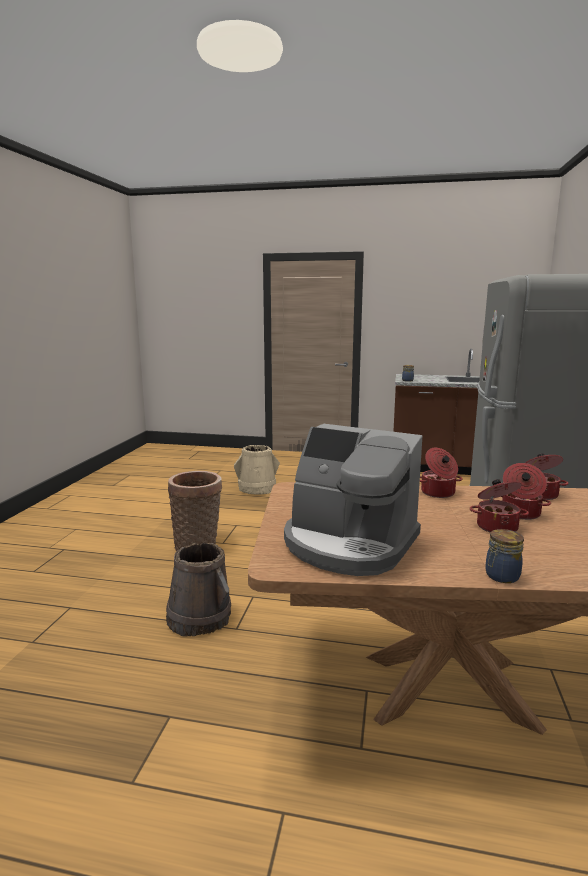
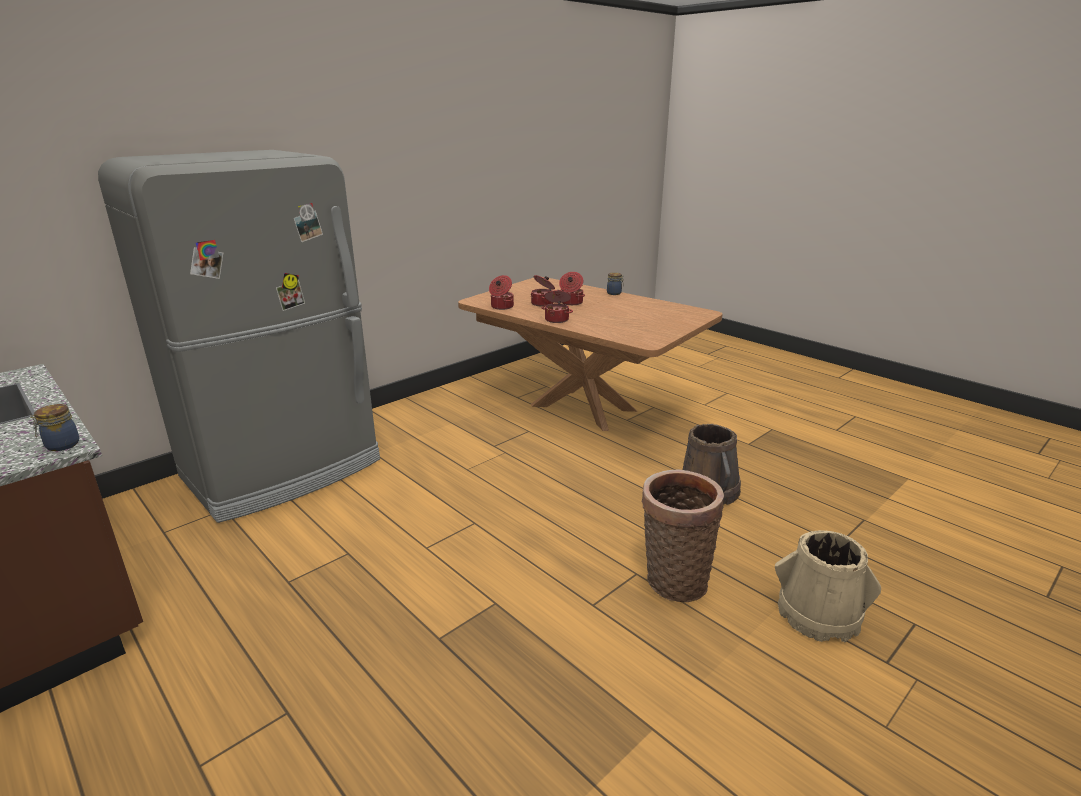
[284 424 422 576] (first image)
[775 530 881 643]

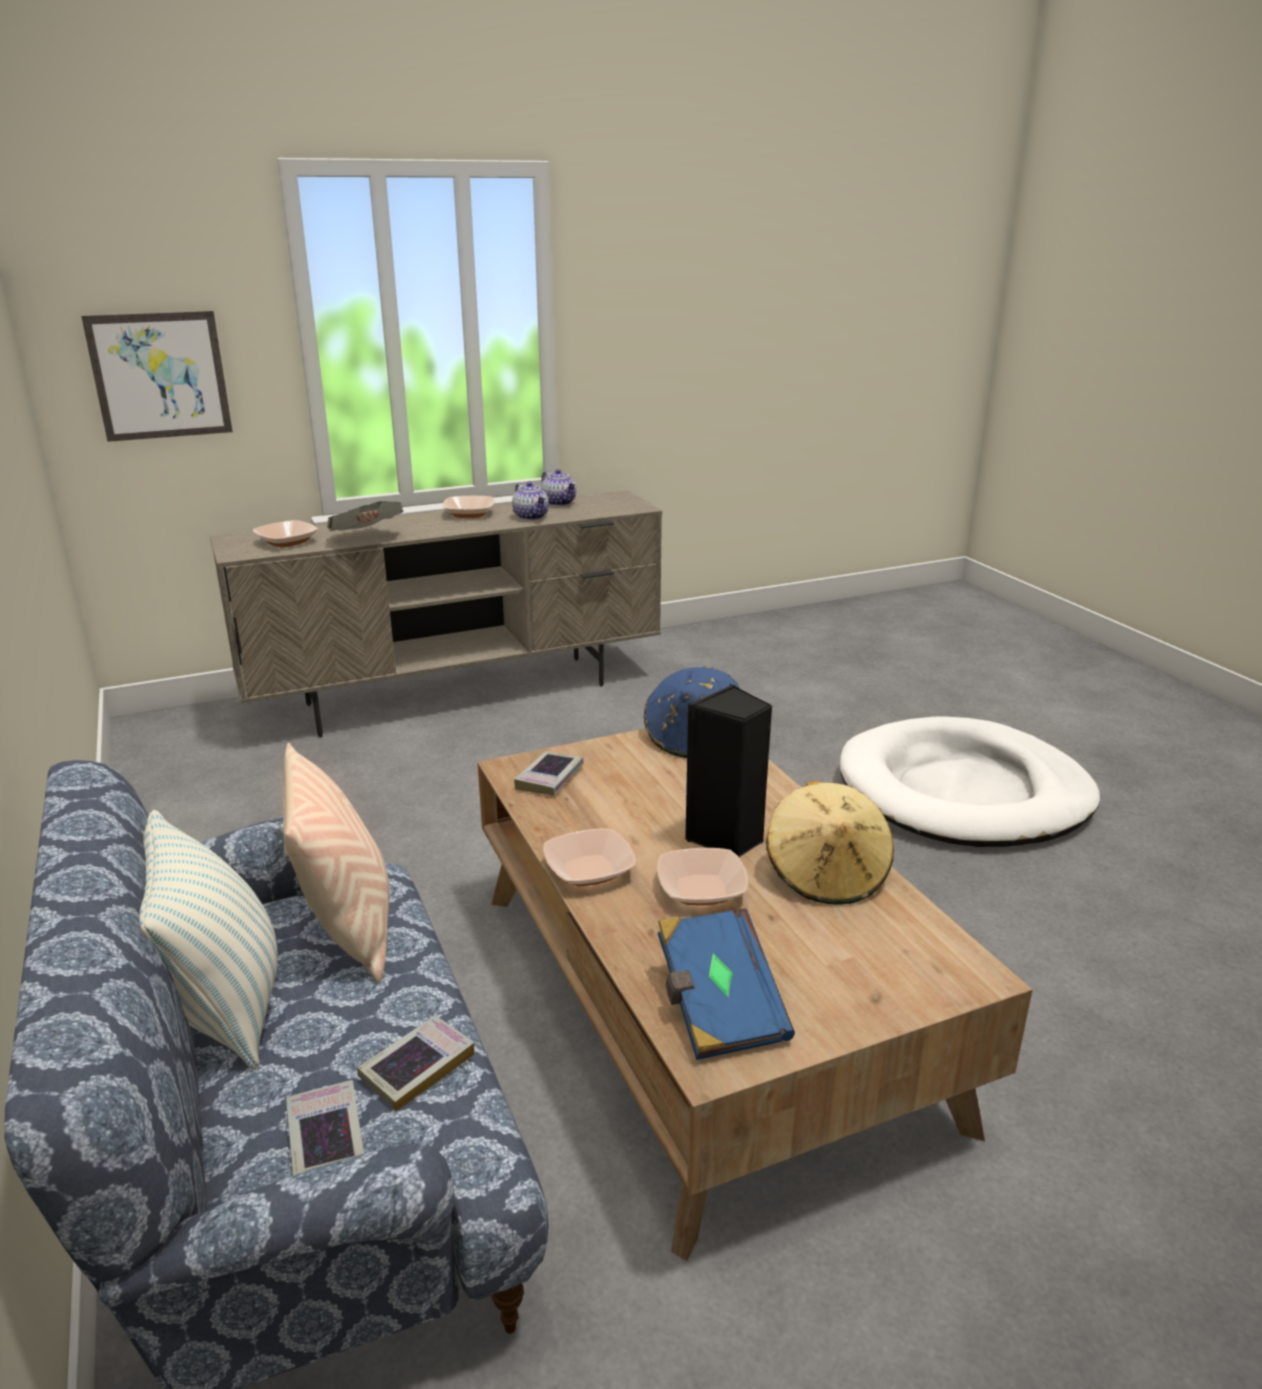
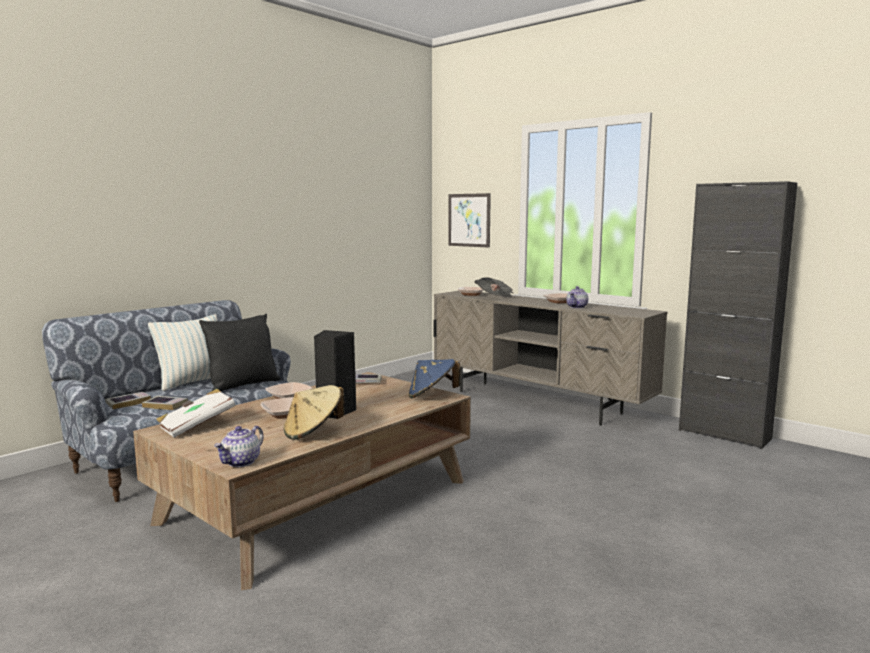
[214 426 264 467]
[840 716 1100 847] (first image)
[199 314 280 391]
[156 389 236 438]
[679 181 797 449]

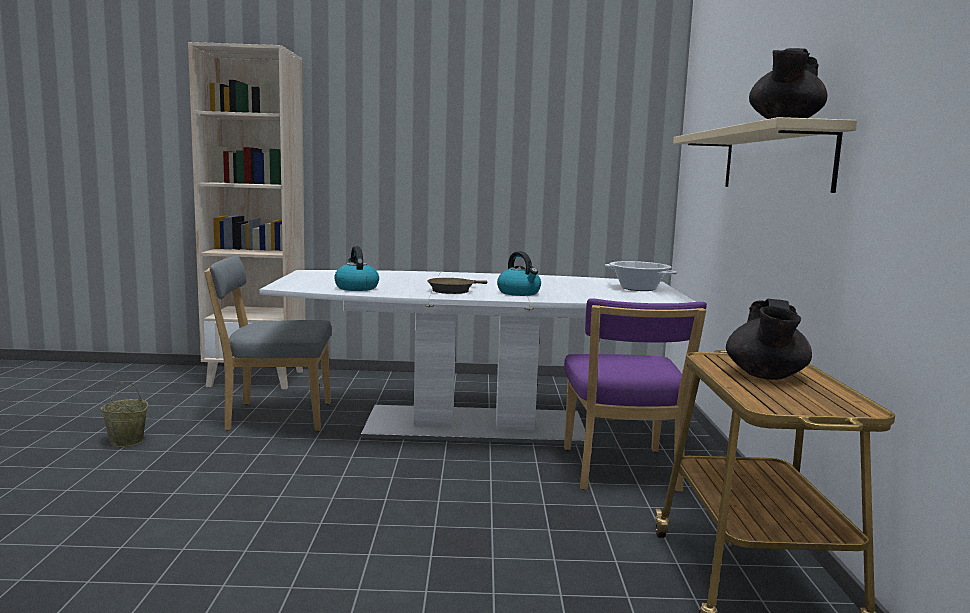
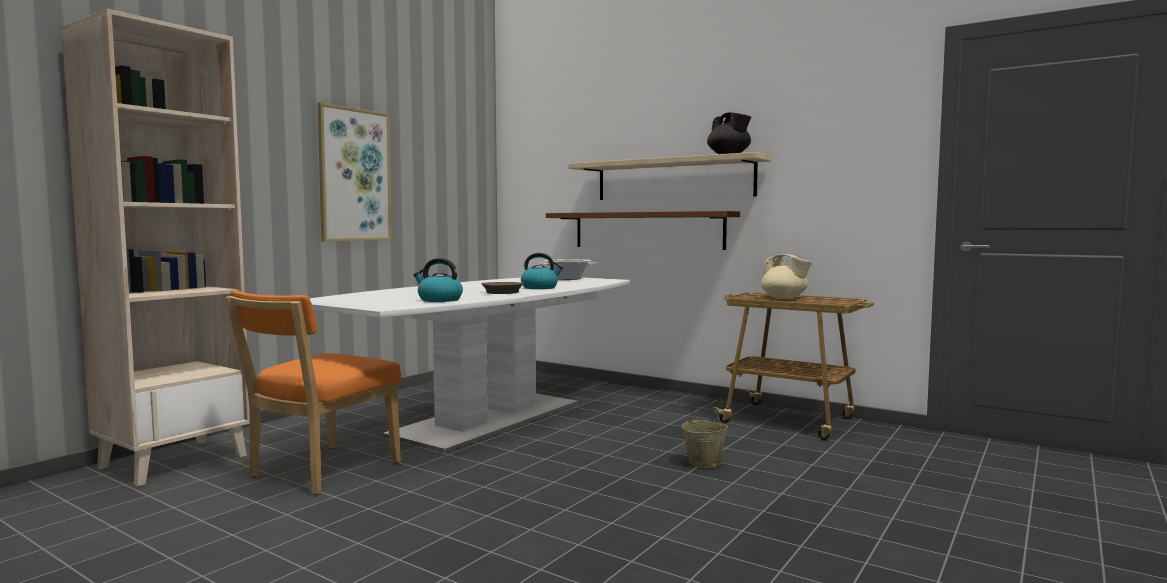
[225 290 402 495]
[564 298 707 492] (first image)
[761 254 812 299]
[682 400 728 468]
[317 103 392 242]
[546 211 740 250]

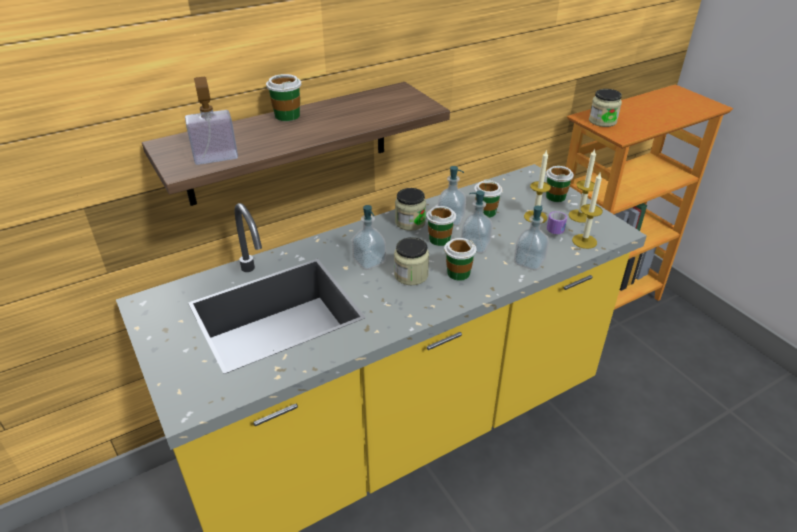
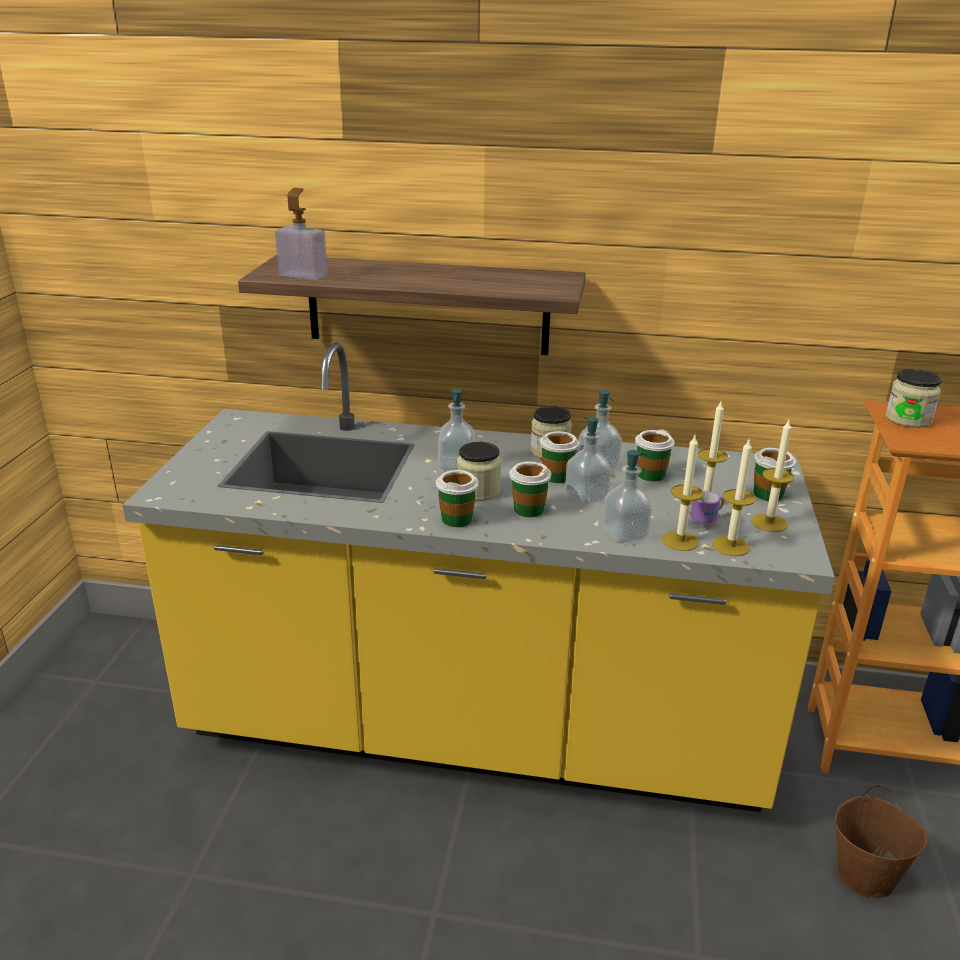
[436 470 479 527]
[662 435 703 551]
[835 785 927 898]

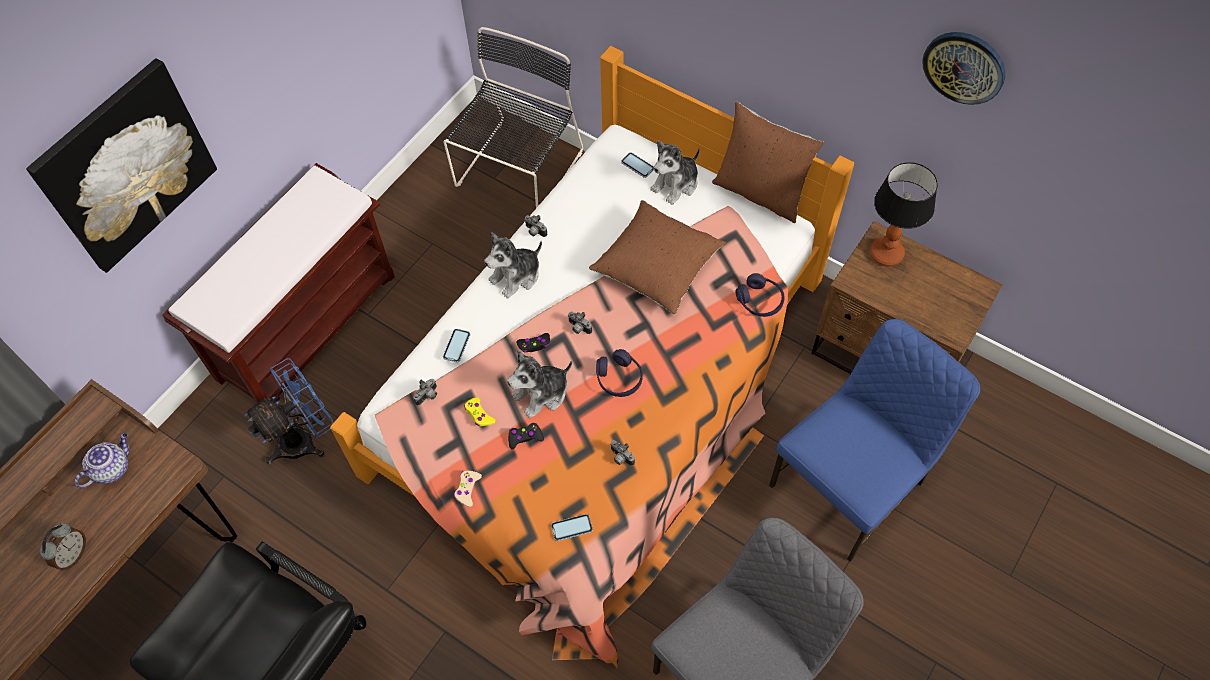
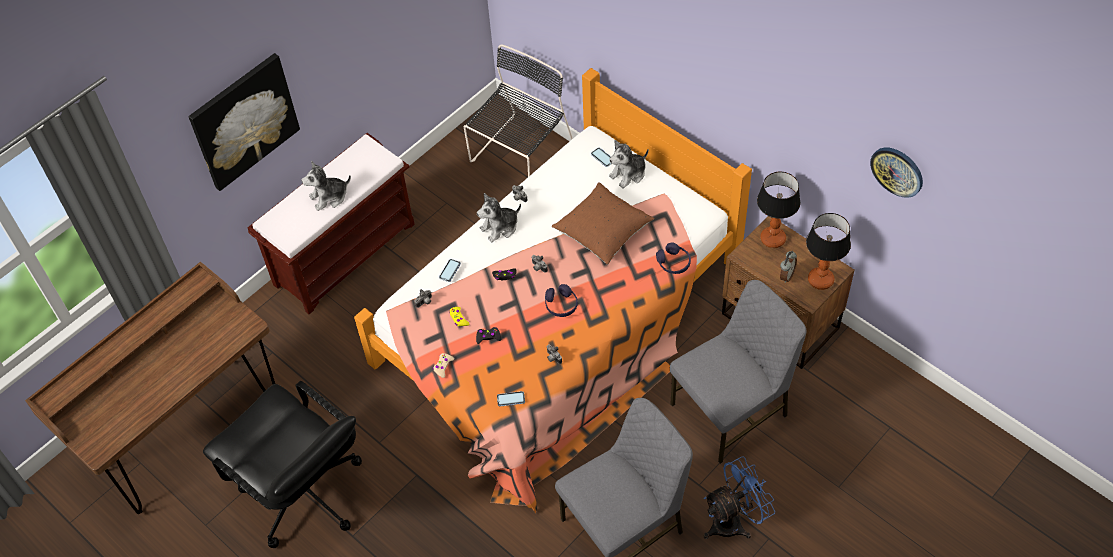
[870 148 923 198]
[712 102 824 223] (first image)
[670 280 806 464]
[301 161 351 211]
[704 456 775 539]
[75 433 129 488] (first image)
[780 251 797 283]
[806 213 851 290]

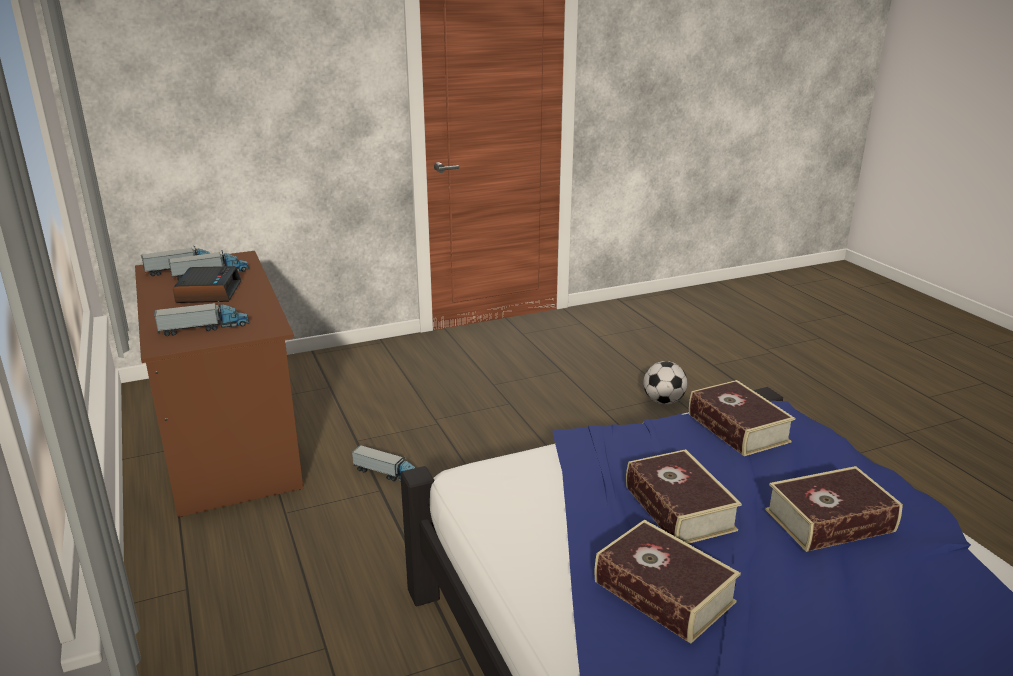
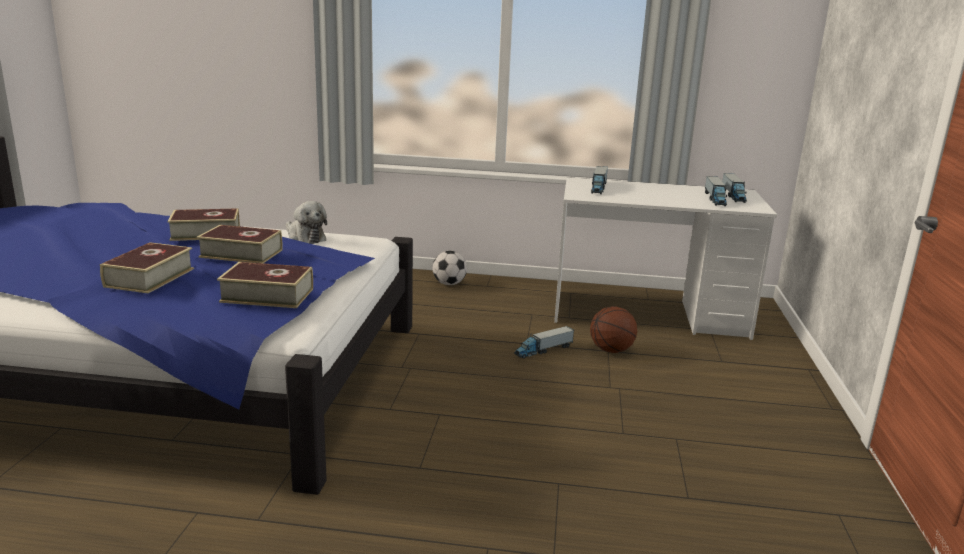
[554 177 777 340]
[173 266 241 303] (first image)
[432 251 467 285]
[286 201 327 244]
[590 306 637 353]

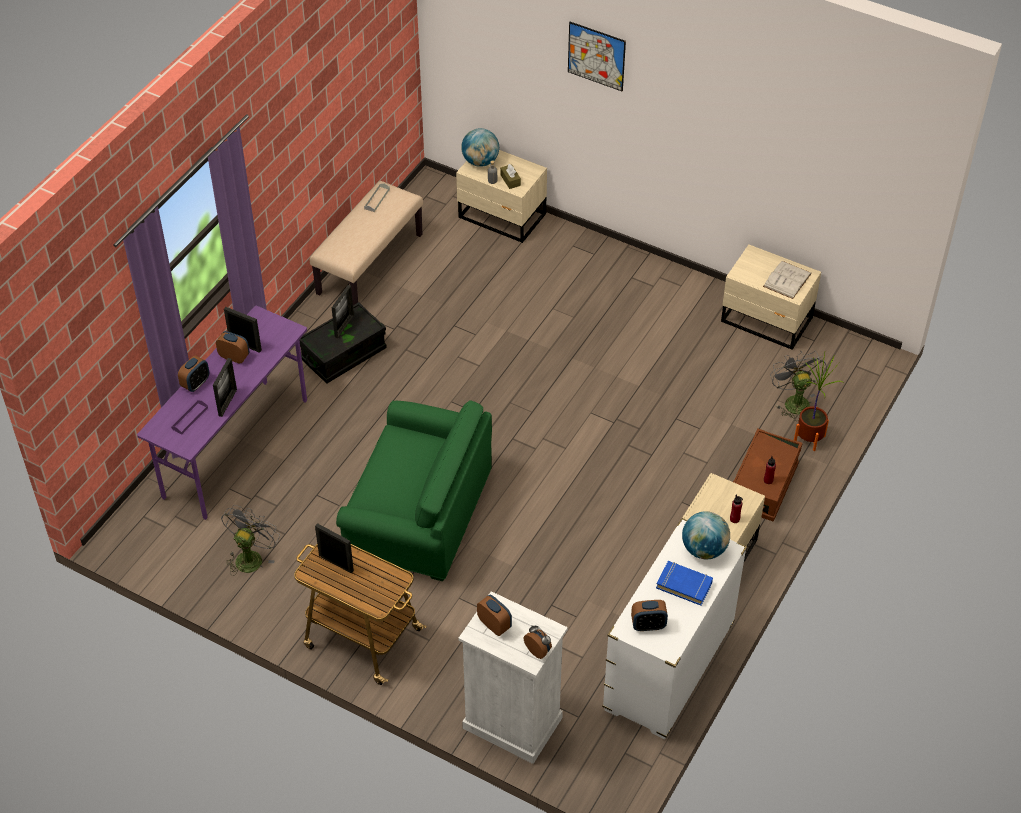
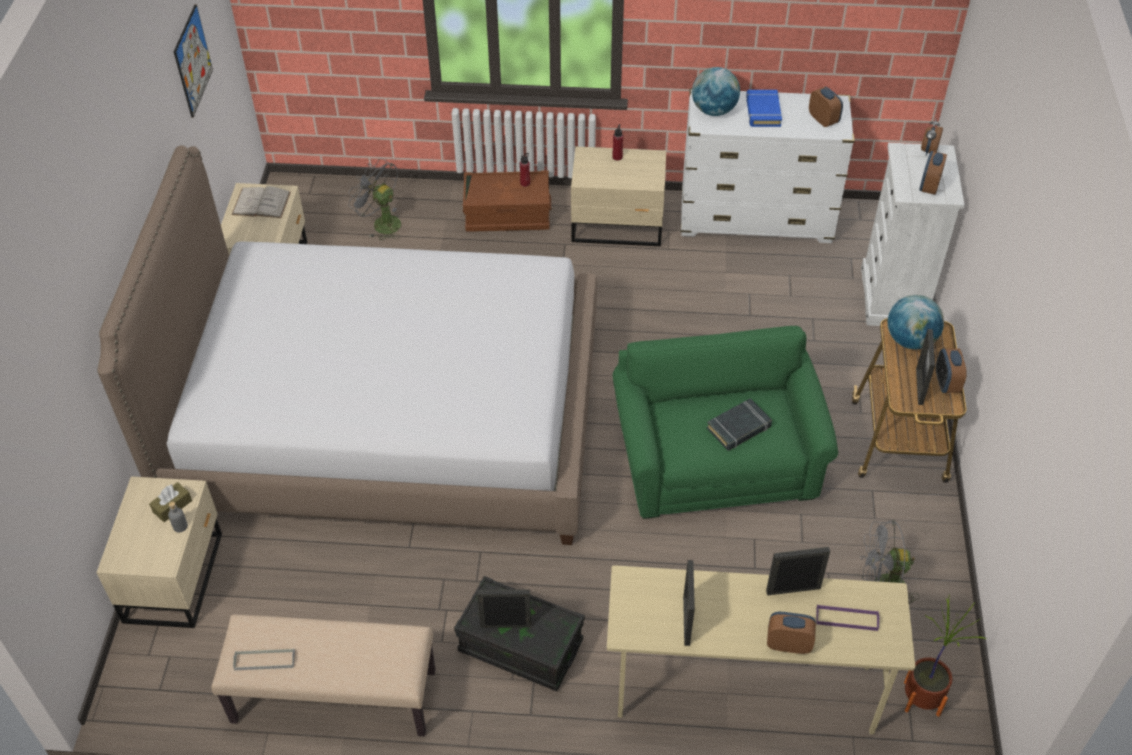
[174 4 213 118]
[888 295 944 349]
[607 565 915 735]
[936 348 967 393]
[348 158 401 241]
[904 598 986 717]
[97 146 597 545]
[707 398 772 451]

